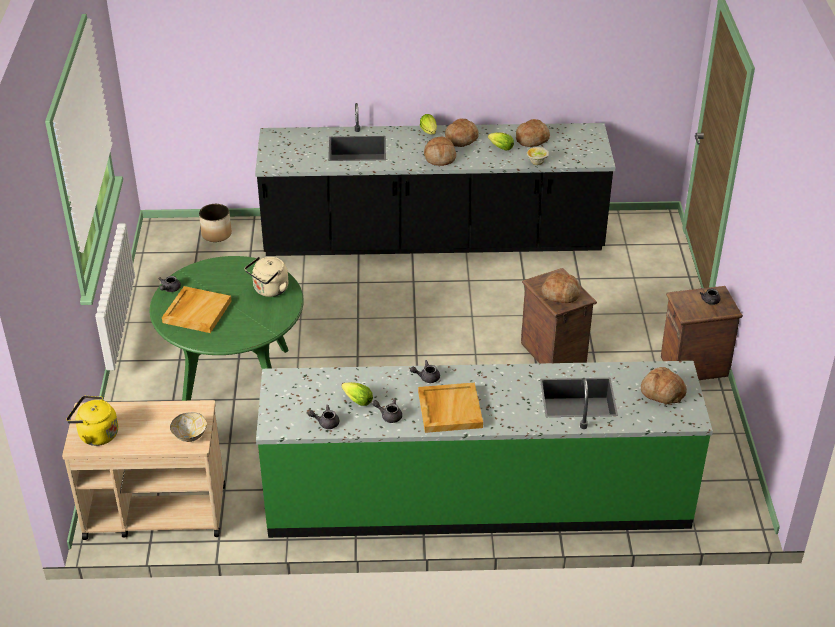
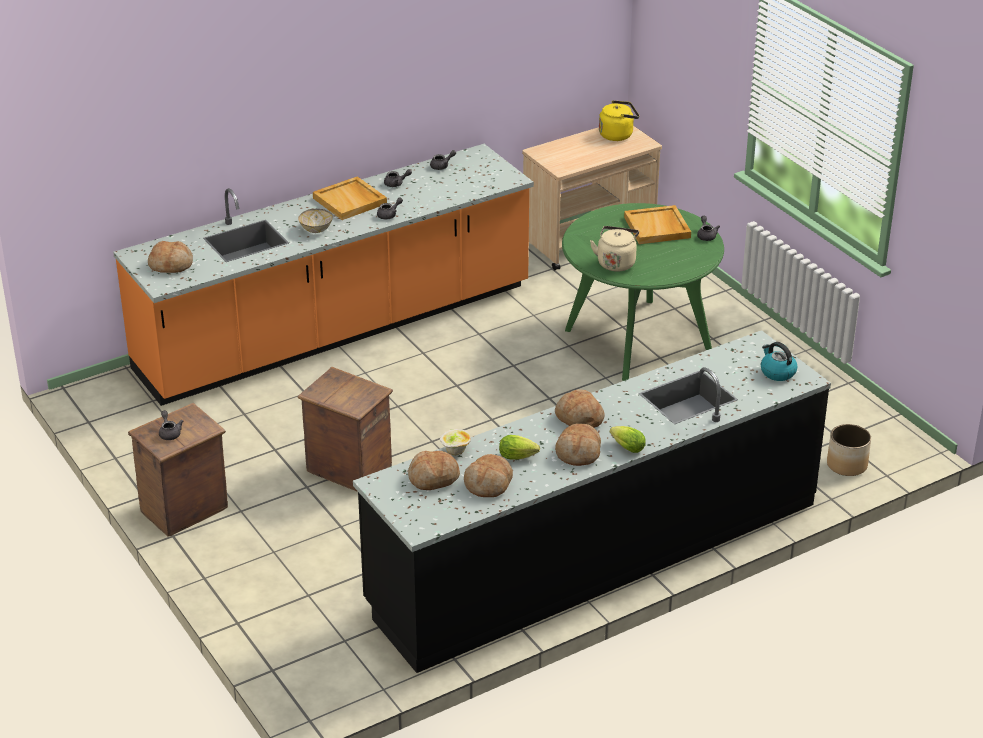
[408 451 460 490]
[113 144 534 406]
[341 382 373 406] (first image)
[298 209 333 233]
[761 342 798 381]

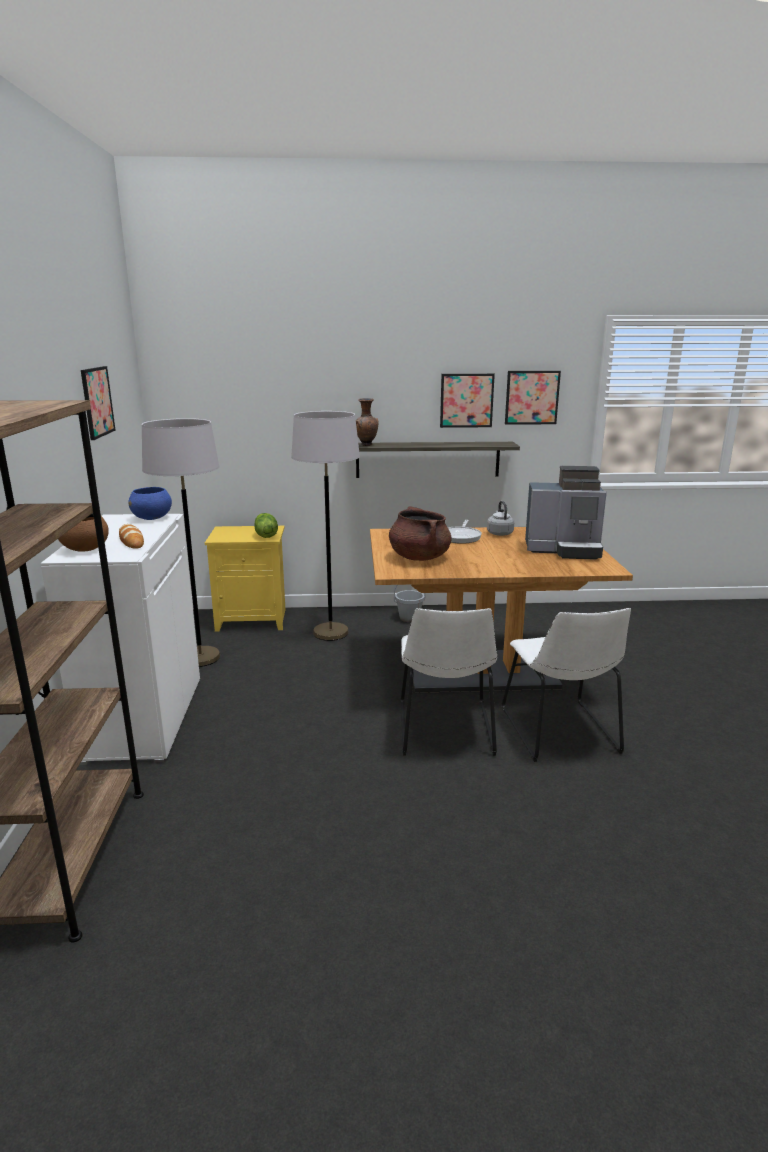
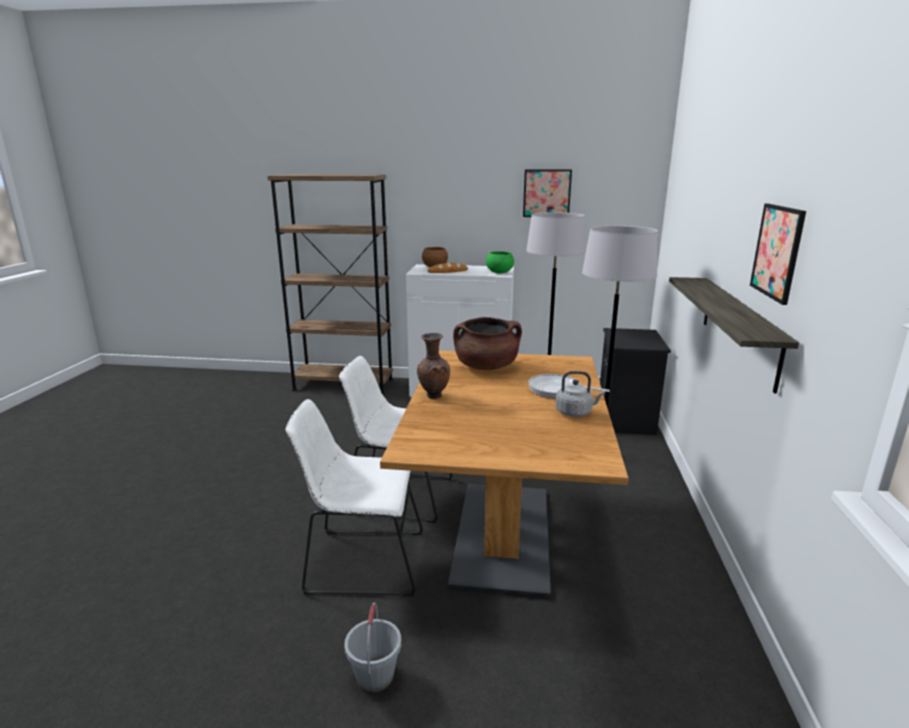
[505 371 561 425] (first image)
[417 333 450 399]
[525 466 607 560] (first image)
[486 251 514 274]
[254 513 278 538] (first image)
[600 328 671 435]
[344 602 401 692]

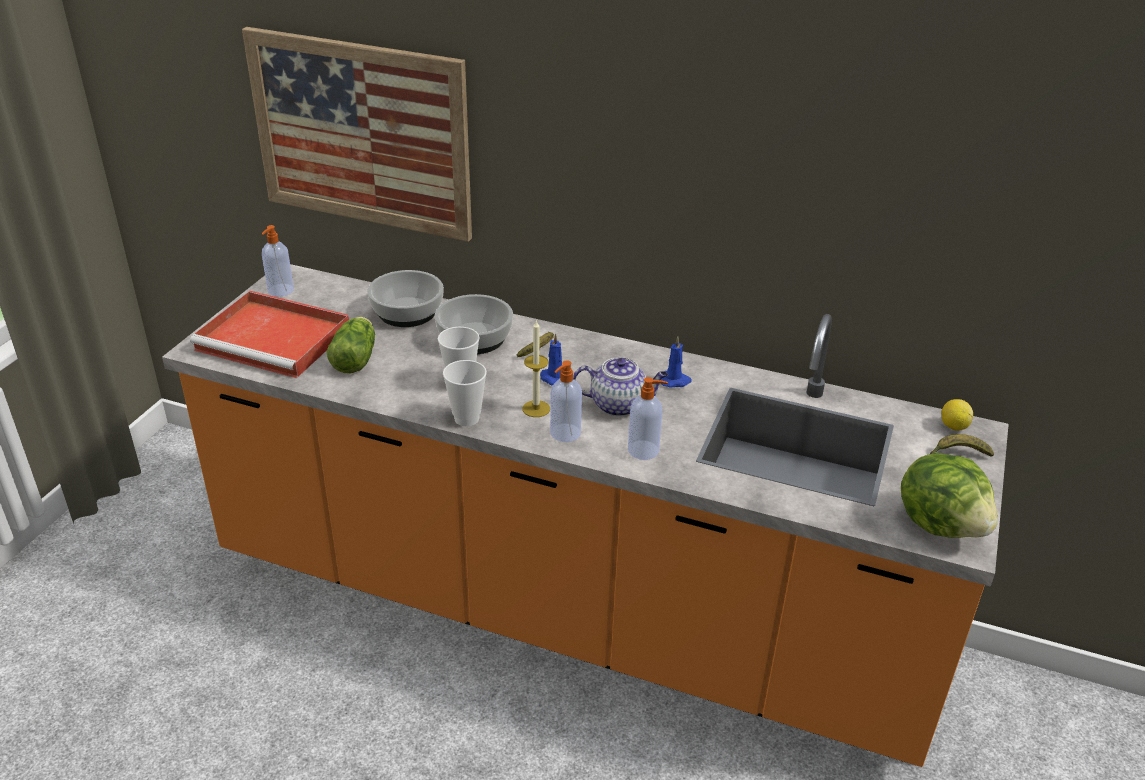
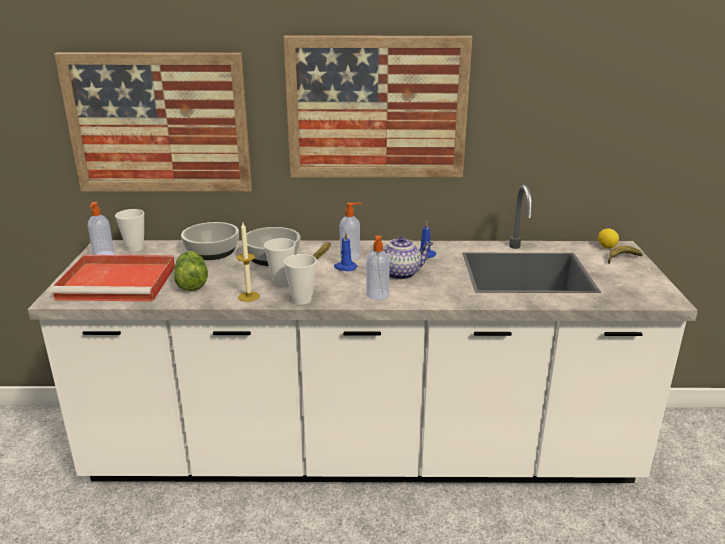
[28 184 698 483]
[236 223 260 302]
[340 203 362 260]
[901 452 998 538] (first image)
[283 36 472 178]
[115 209 144 252]

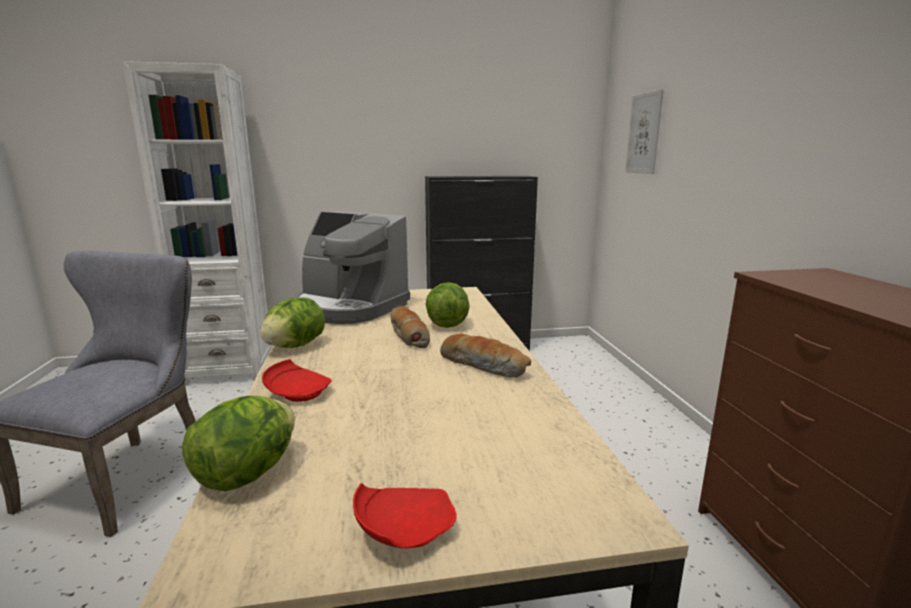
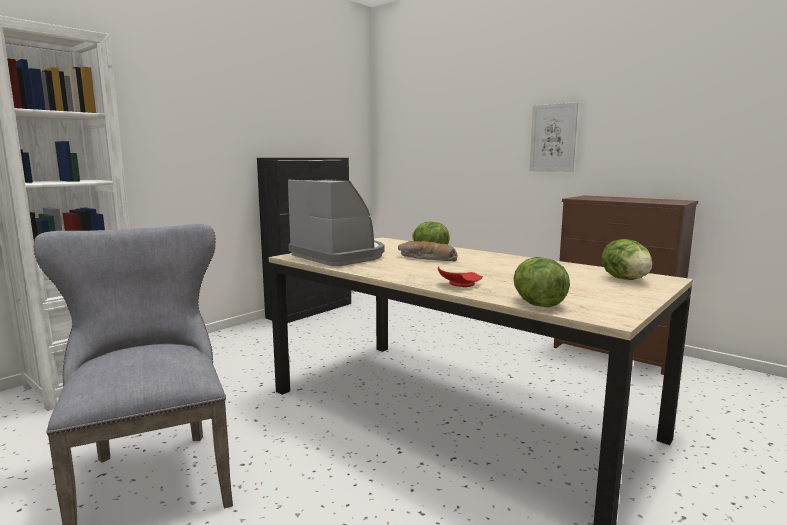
[530 102 578 172]
[288 179 385 266]
[602 239 653 280]
[440 334 531 378] (first image)
[353 483 457 548] (first image)

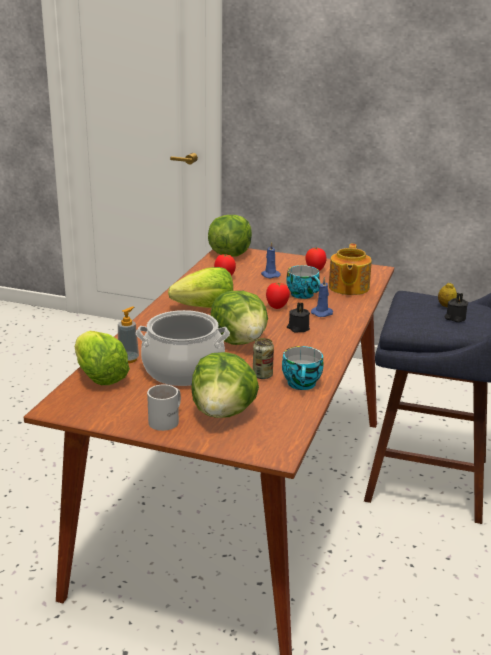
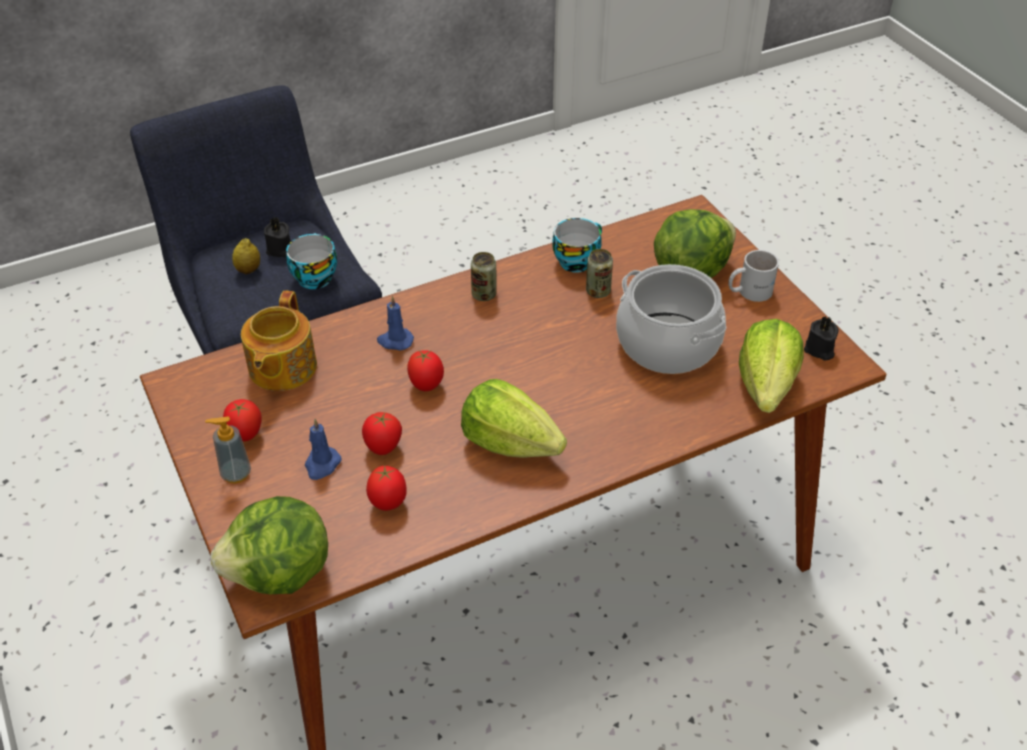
[241 290 317 391]
[286 233 337 289]
[210 291 268 345] (first image)
[804 316 839 361]
[205 416 251 483]
[471 252 497 301]
[362 412 402 455]

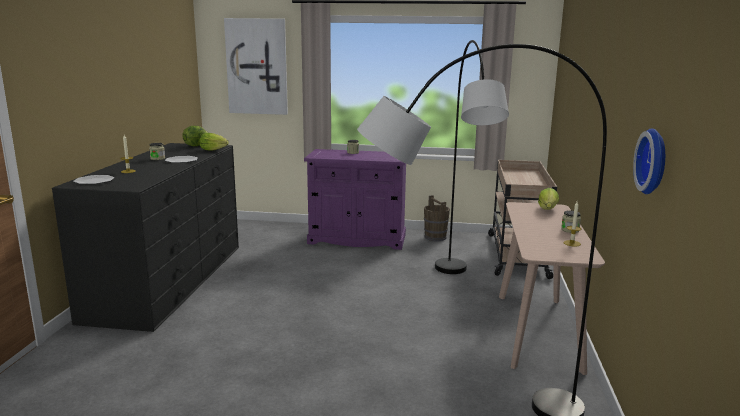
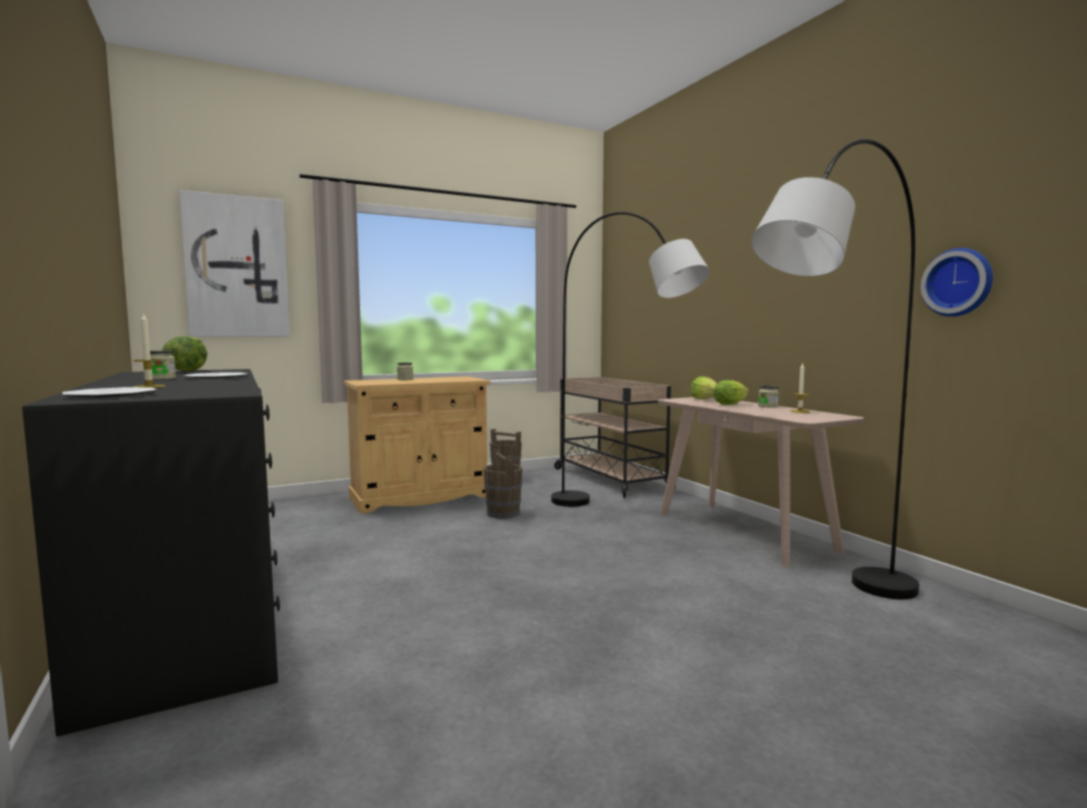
[713 380 749 405]
[344 376 491 514]
[483 449 523 518]

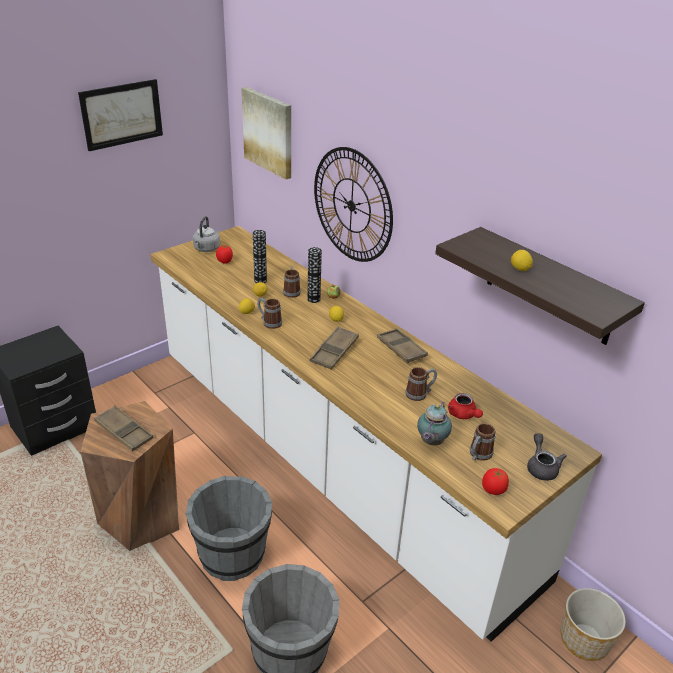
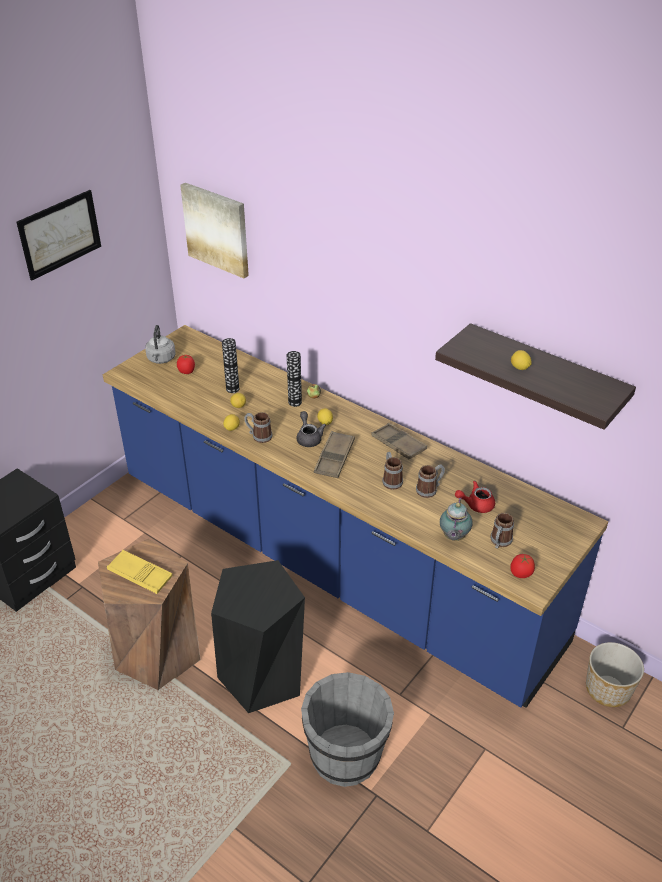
[314 147 393 262] (first image)
[103 325 608 708]
[382 452 403 490]
[455 481 495 513]
[107 550 172 594]
[297 411 326 447]
[211 560 305 713]

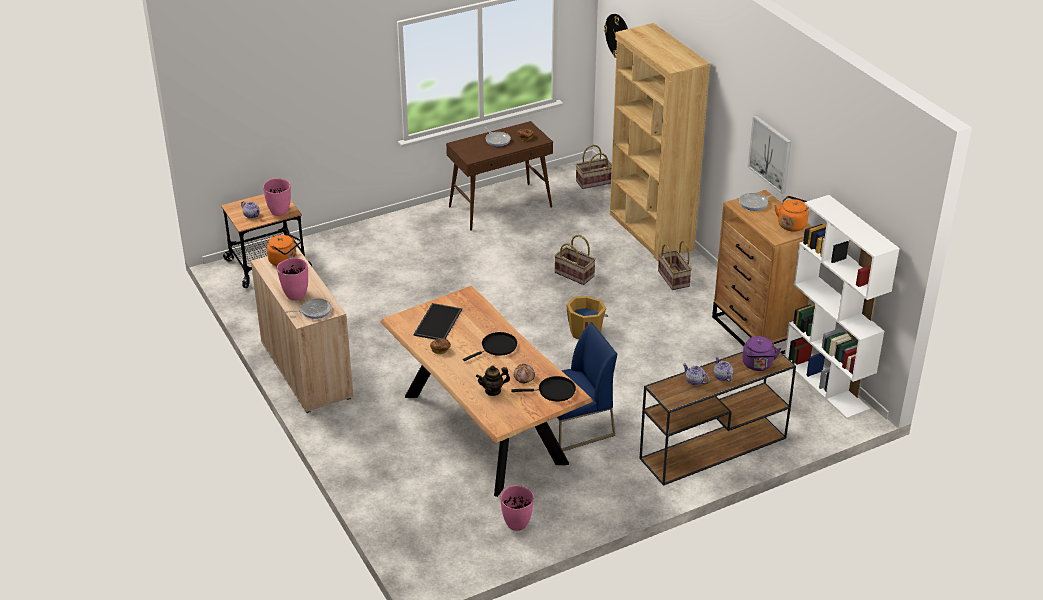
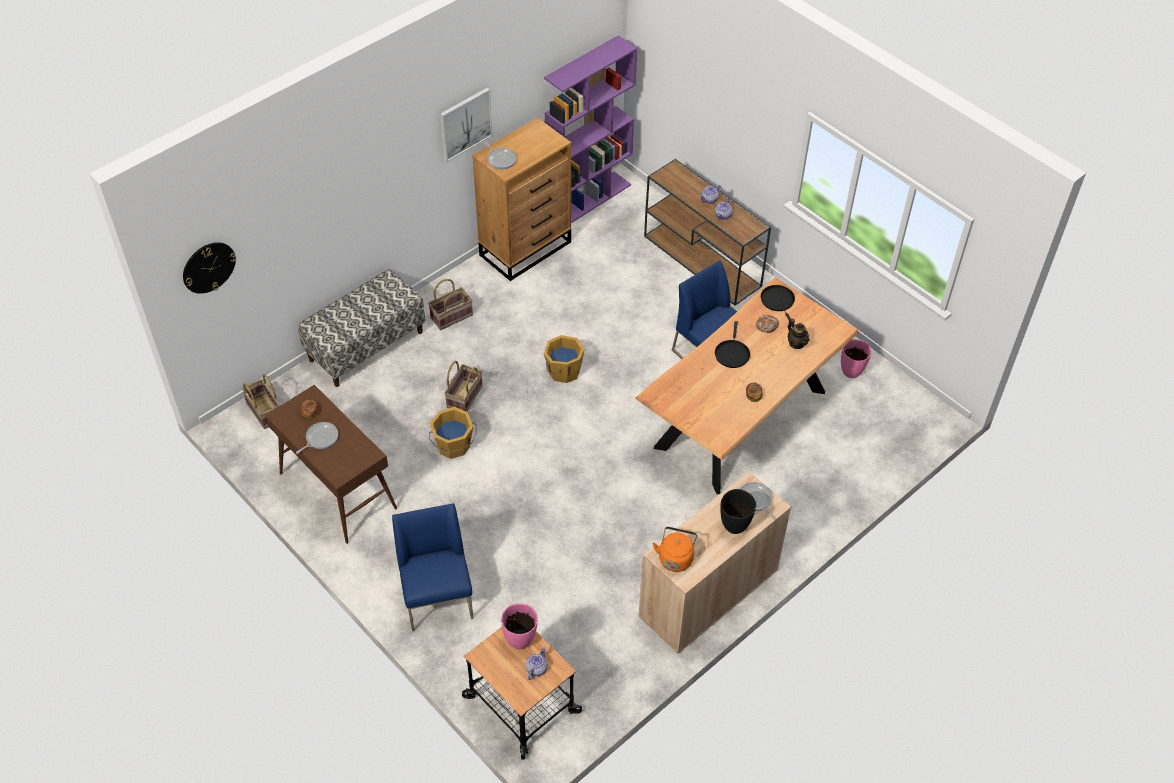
[298 269 425 387]
[544 35 637 223]
[774 196 809 232] (first image)
[720 489 756 534]
[414 303 462 340] (first image)
[715 321 750 368]
[742 336 782 371] (first image)
[429 407 477 459]
[392 503 473 631]

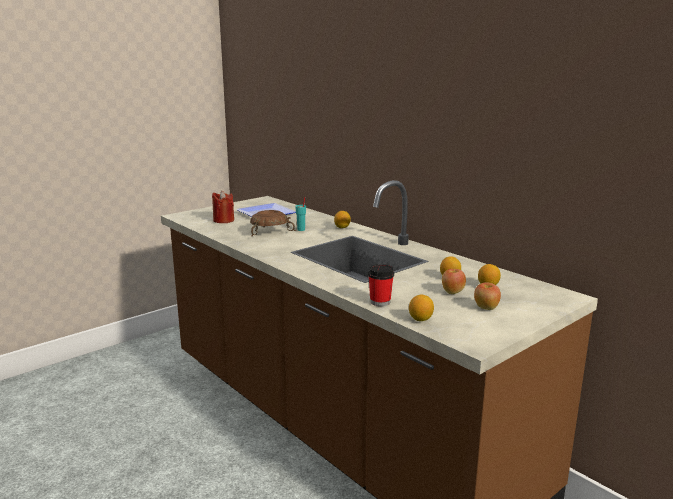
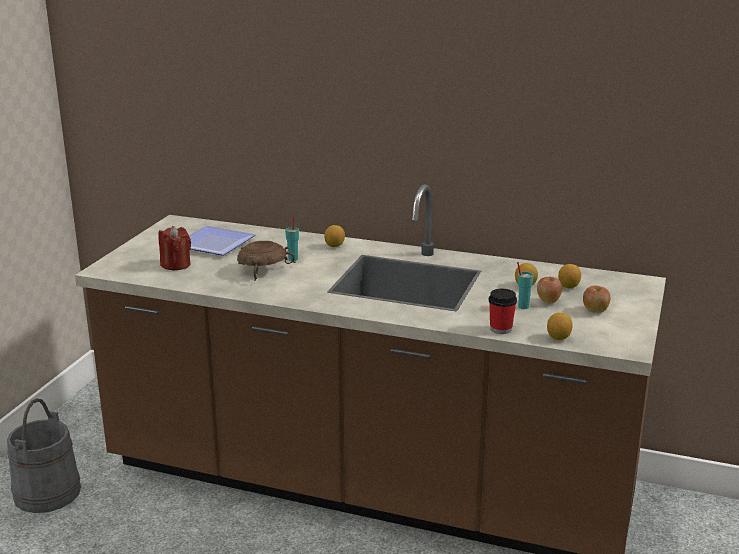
[517 262 534 309]
[7 398 81 513]

